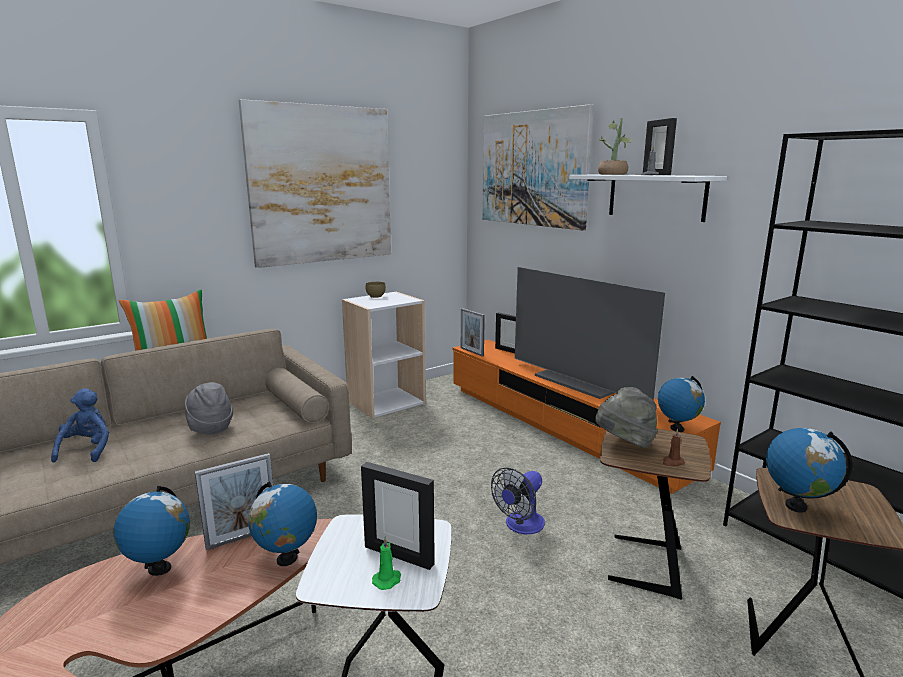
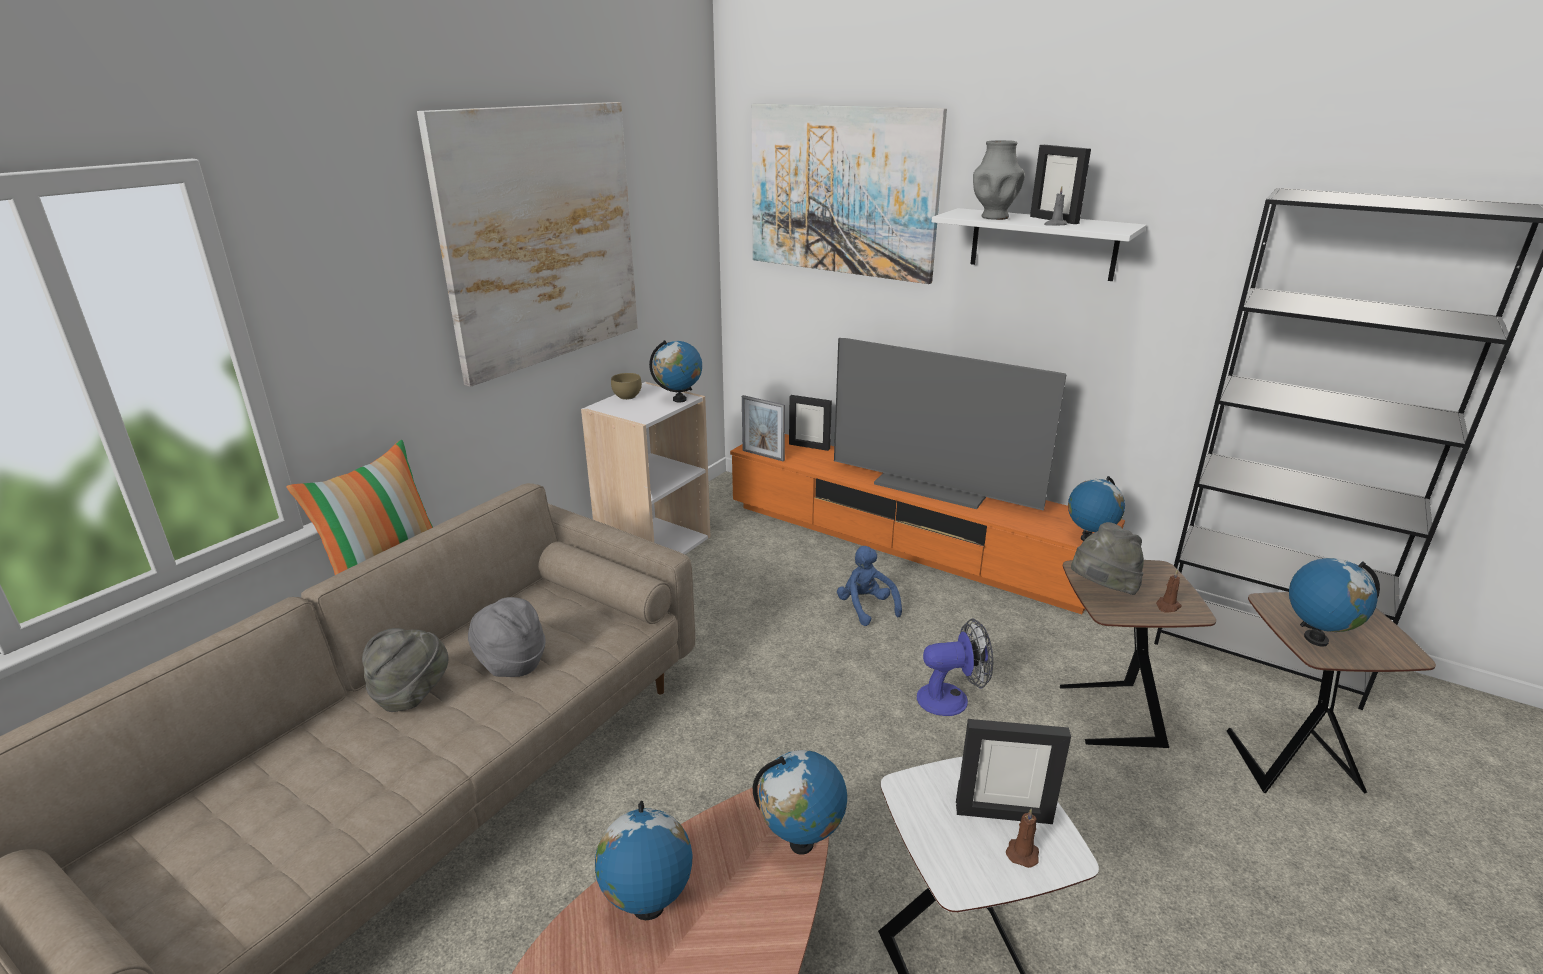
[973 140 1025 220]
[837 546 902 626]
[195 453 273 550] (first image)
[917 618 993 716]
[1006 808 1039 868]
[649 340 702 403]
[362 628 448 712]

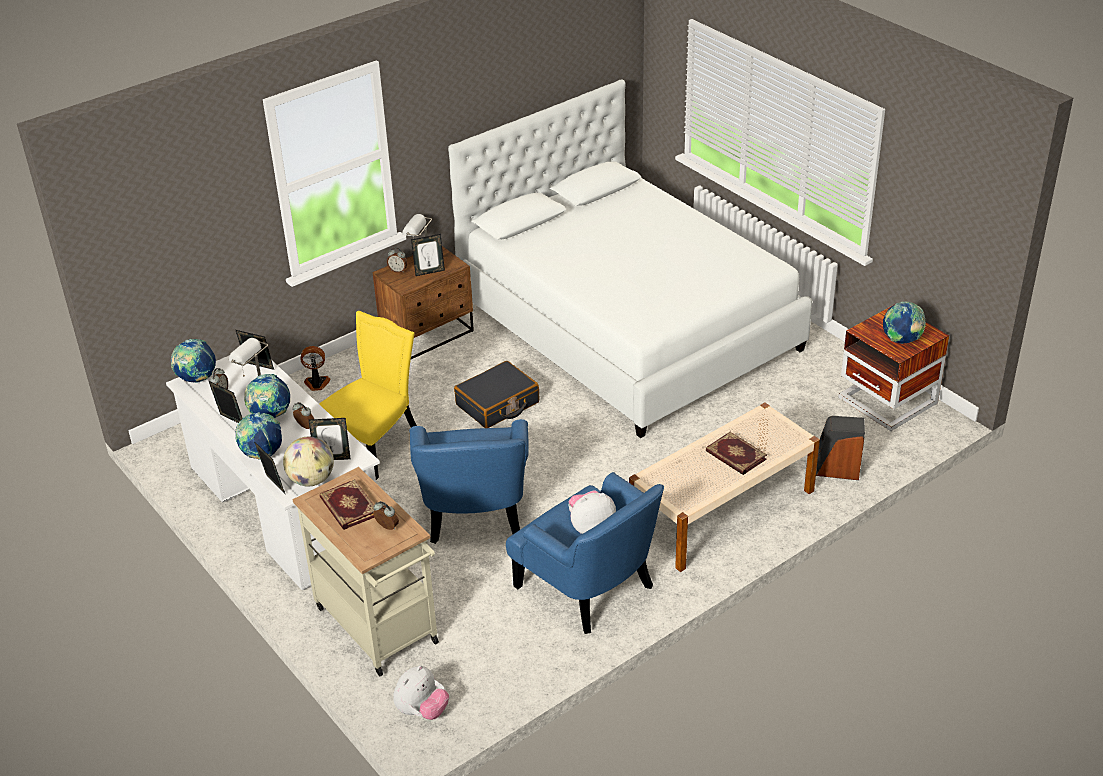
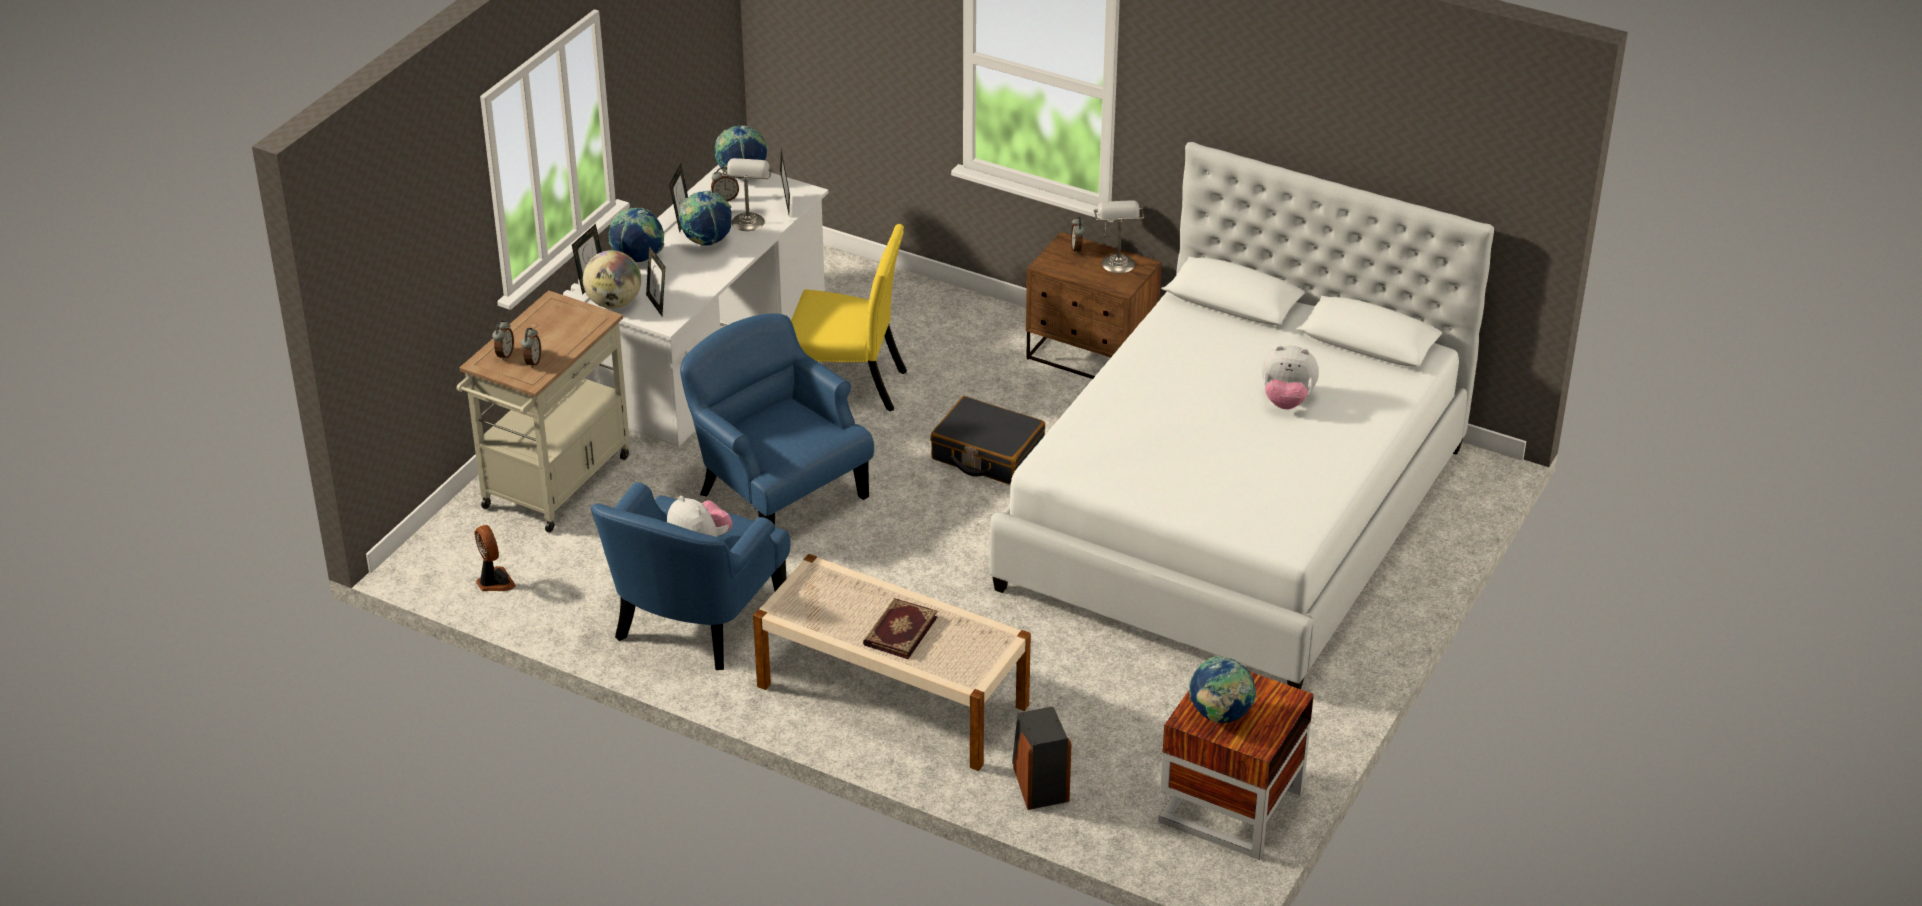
[411 234 445 276] (first image)
[475 525 516 591]
[492 320 514 361]
[680 314 874 525]
[320 479 375 530] (first image)
[1262 346 1319 409]

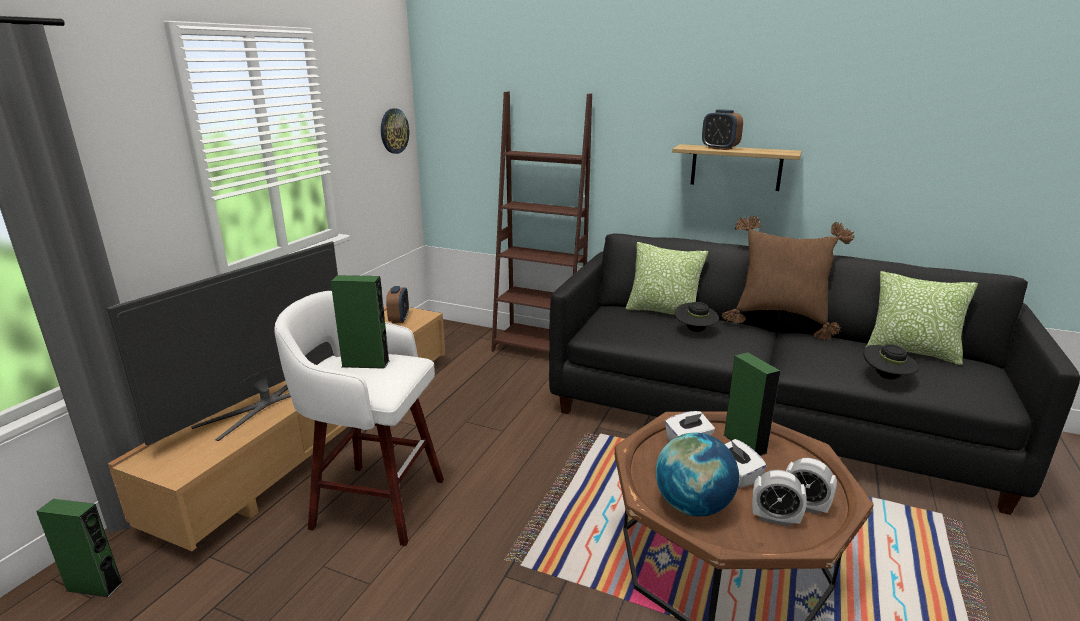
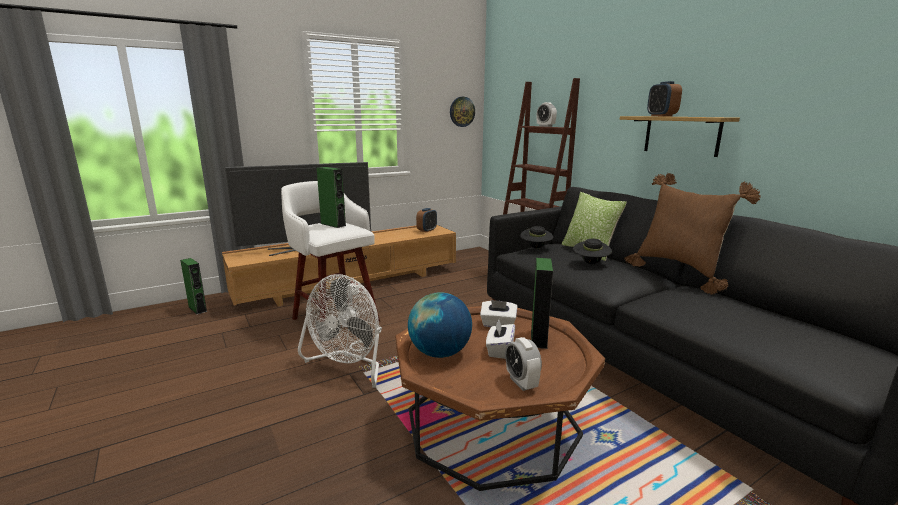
[866 271 978 365] (first image)
[520 226 553 248]
[537 102 557 127]
[298 274 382 388]

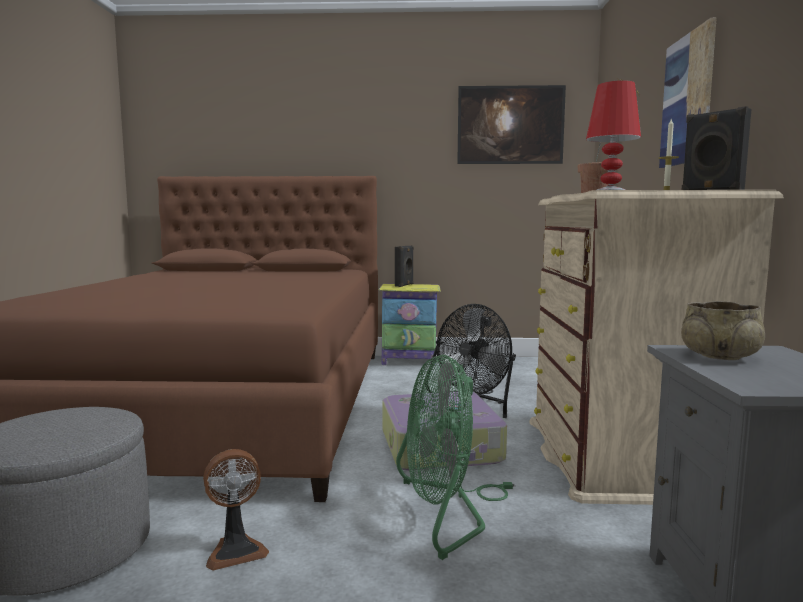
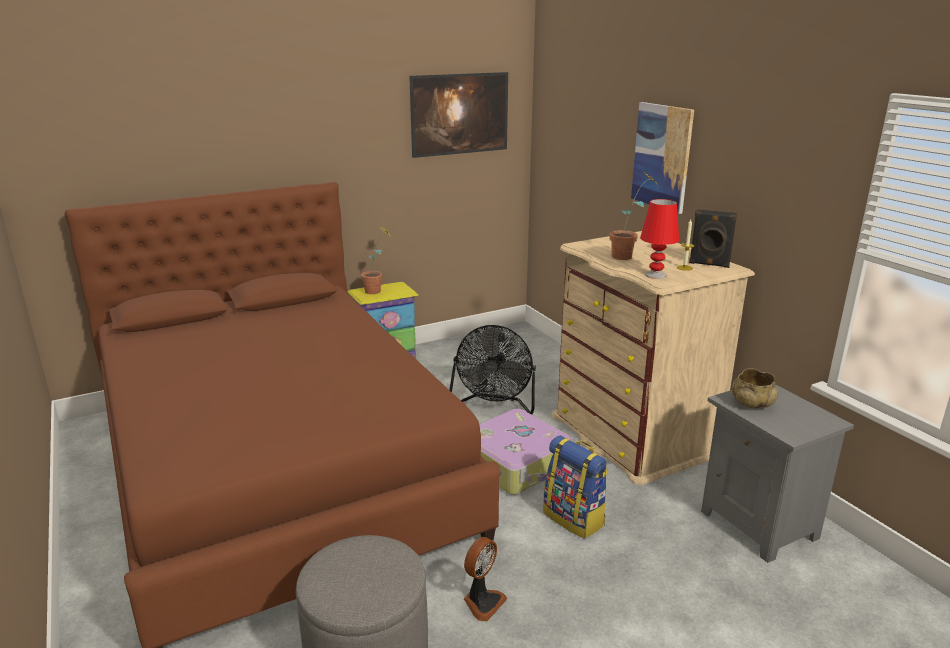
[361 227 392 294]
[543 436 608 539]

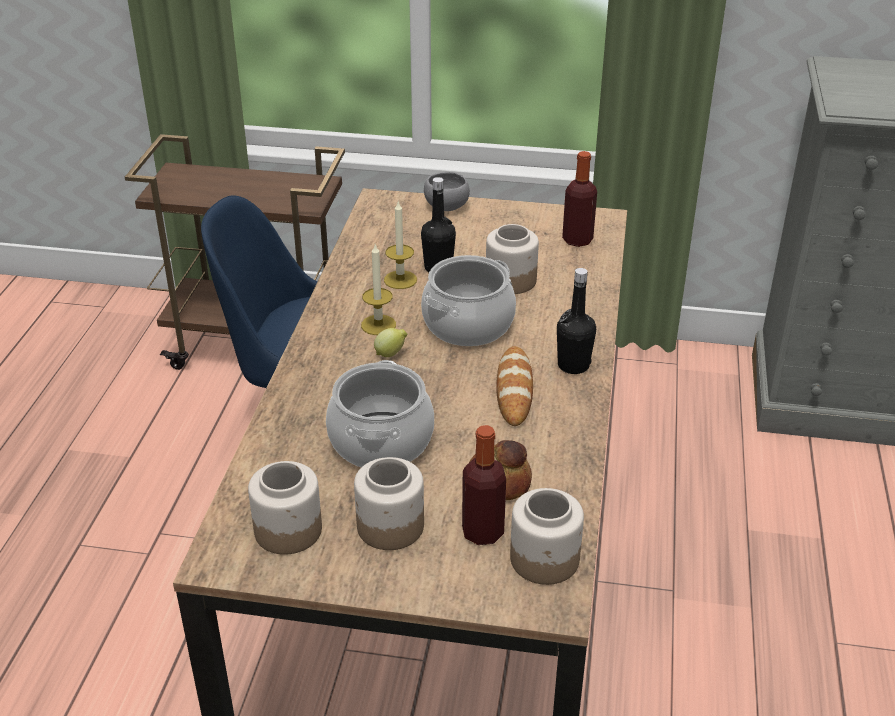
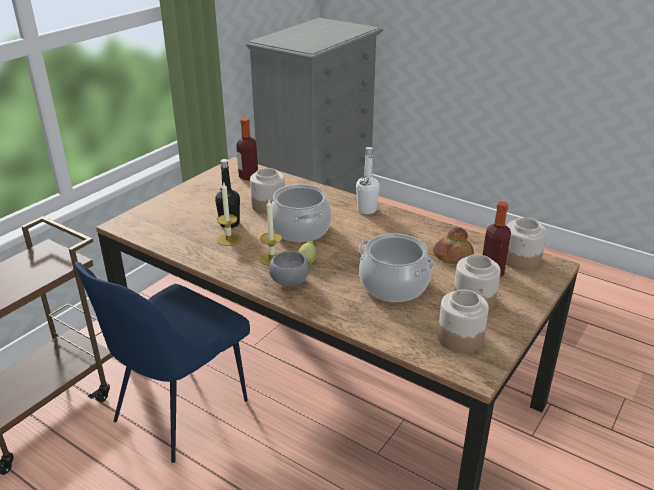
[269 251 309 286]
[356 147 380 214]
[496 346 533 426] (first image)

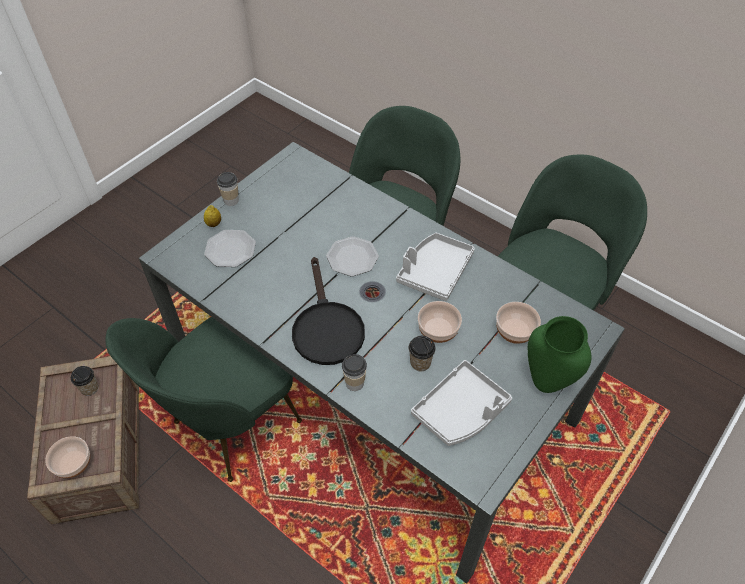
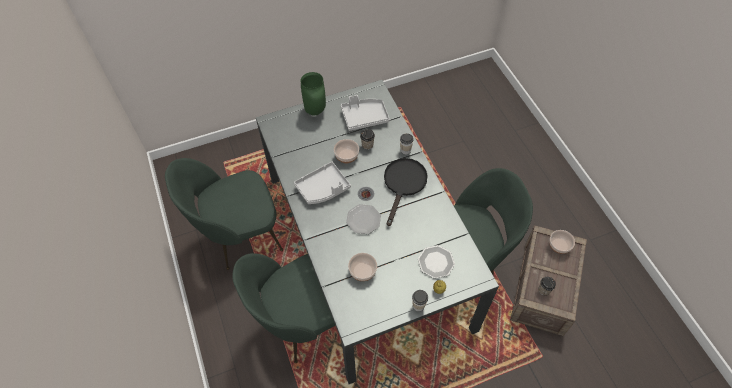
[348 253 377 281]

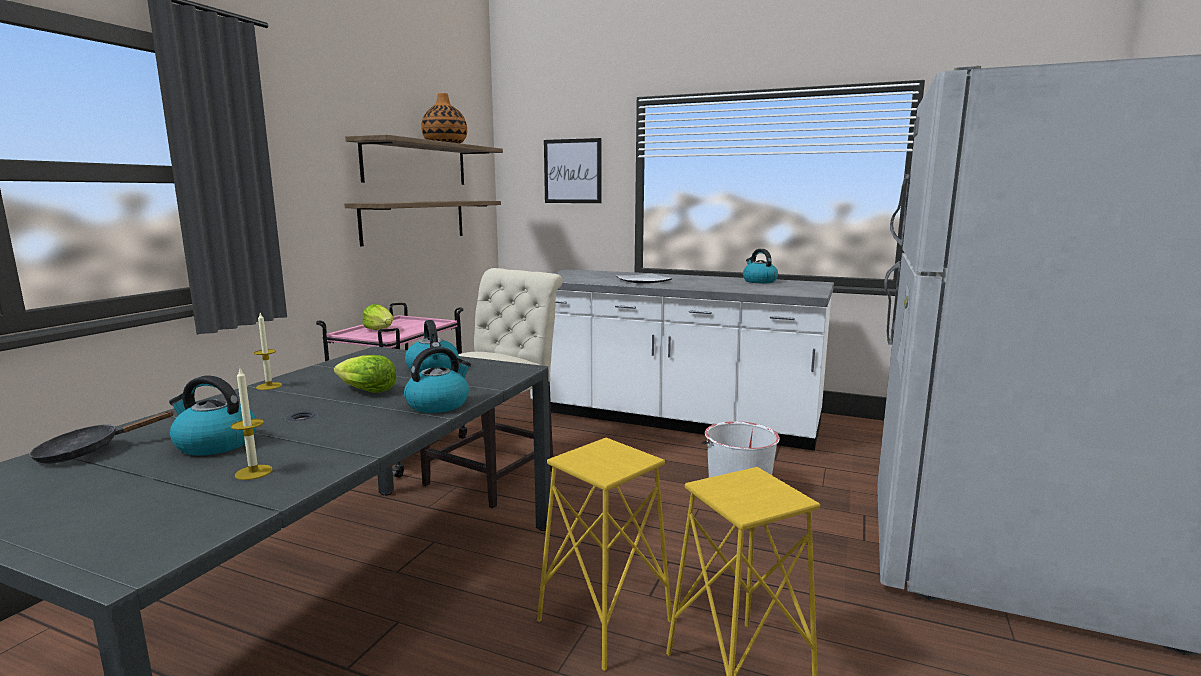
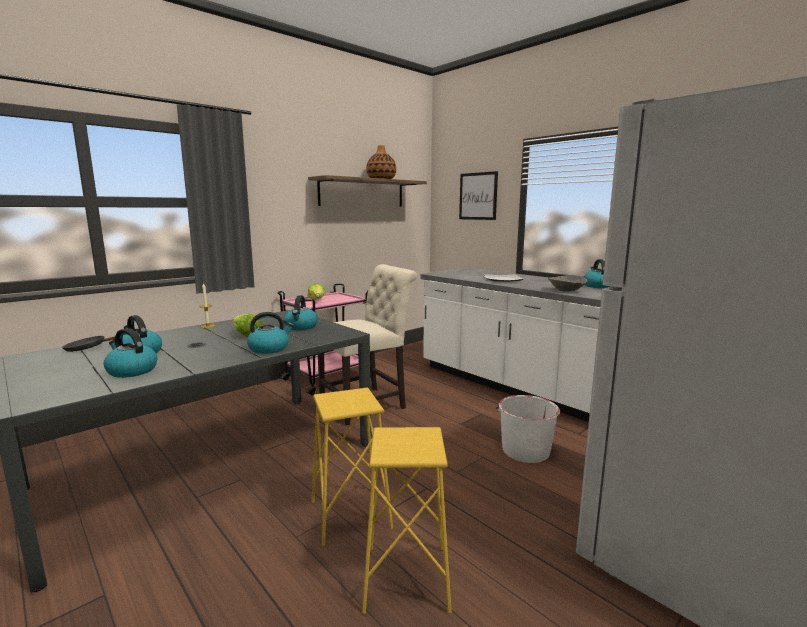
[344 201 501 247] (first image)
[103 328 157 378]
[548 275 587 292]

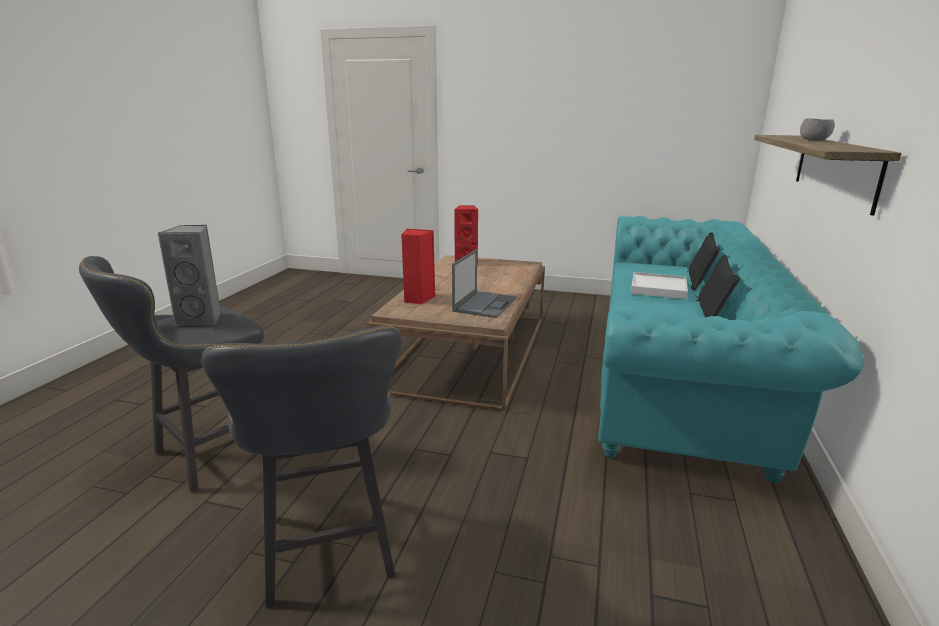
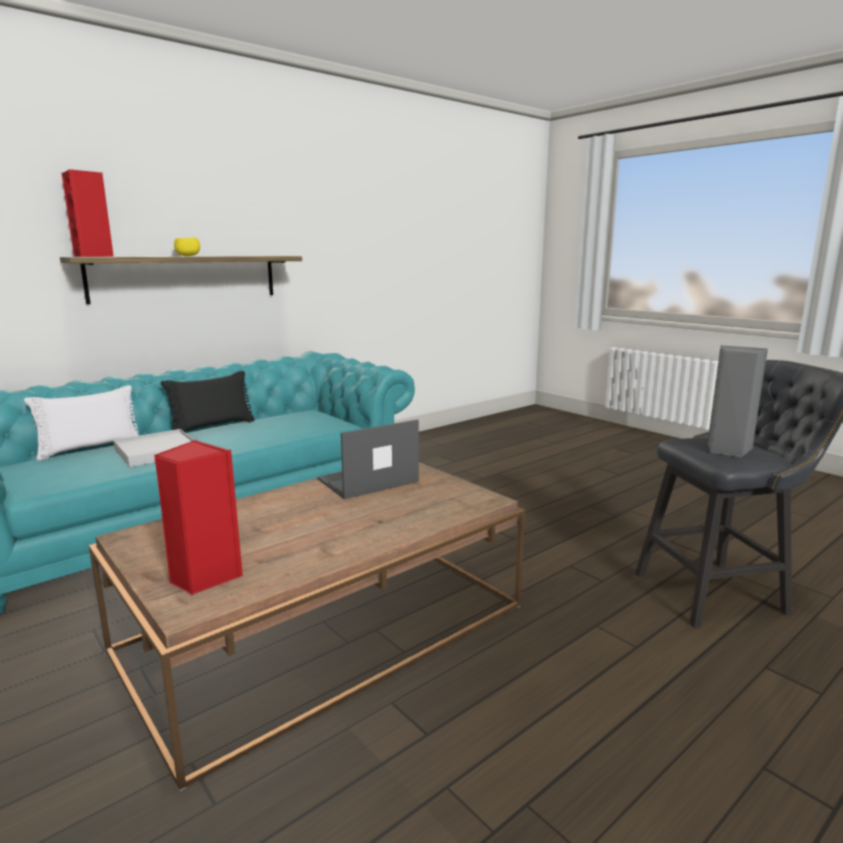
[174 237 200 256]
[61 169 114 257]
[24 385 139 461]
[201 326 402 608] (first image)

